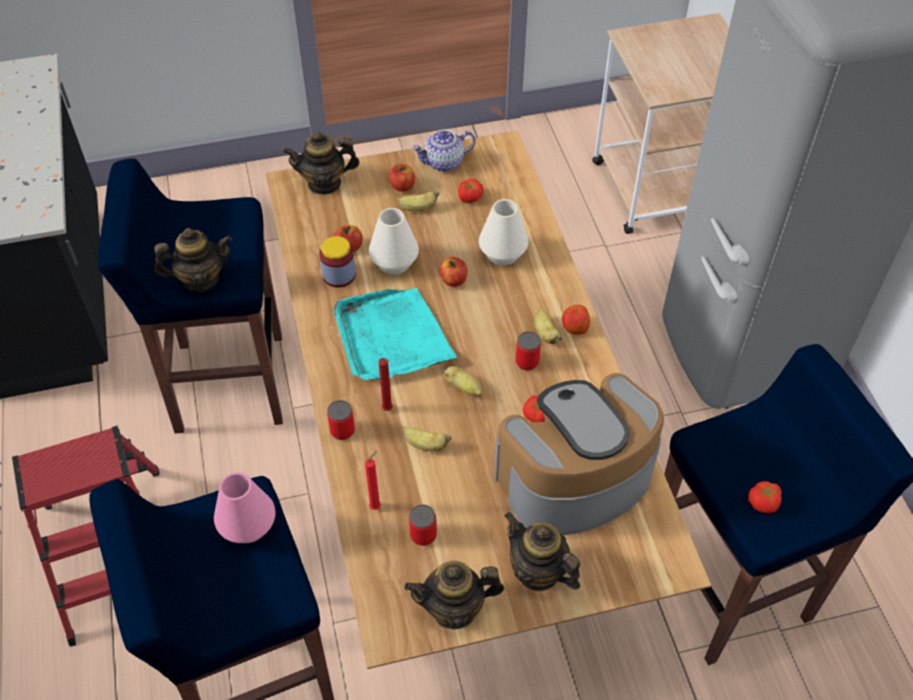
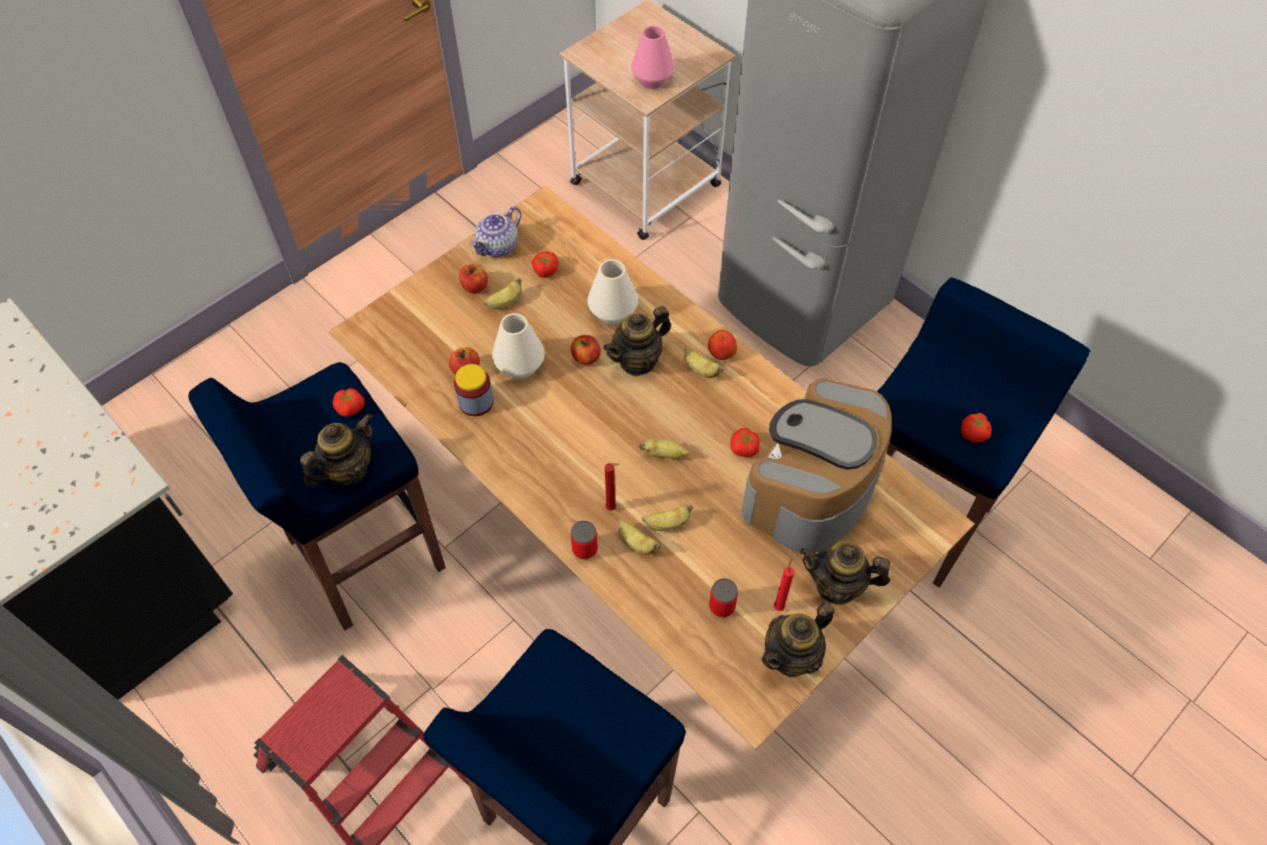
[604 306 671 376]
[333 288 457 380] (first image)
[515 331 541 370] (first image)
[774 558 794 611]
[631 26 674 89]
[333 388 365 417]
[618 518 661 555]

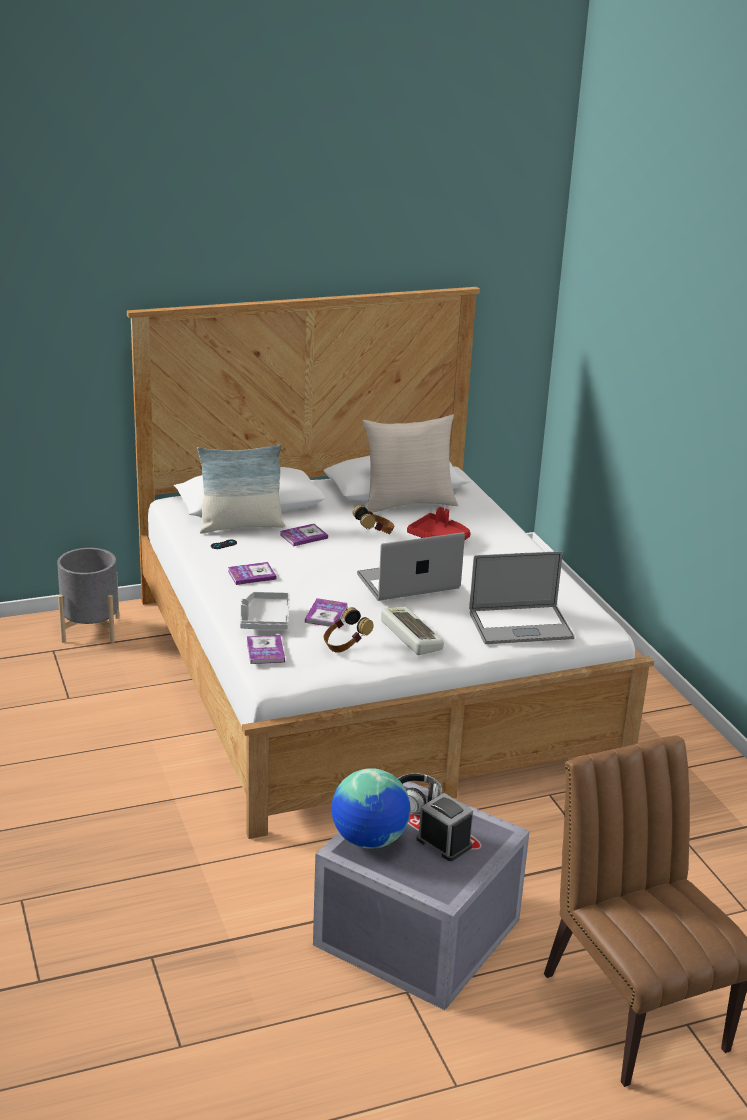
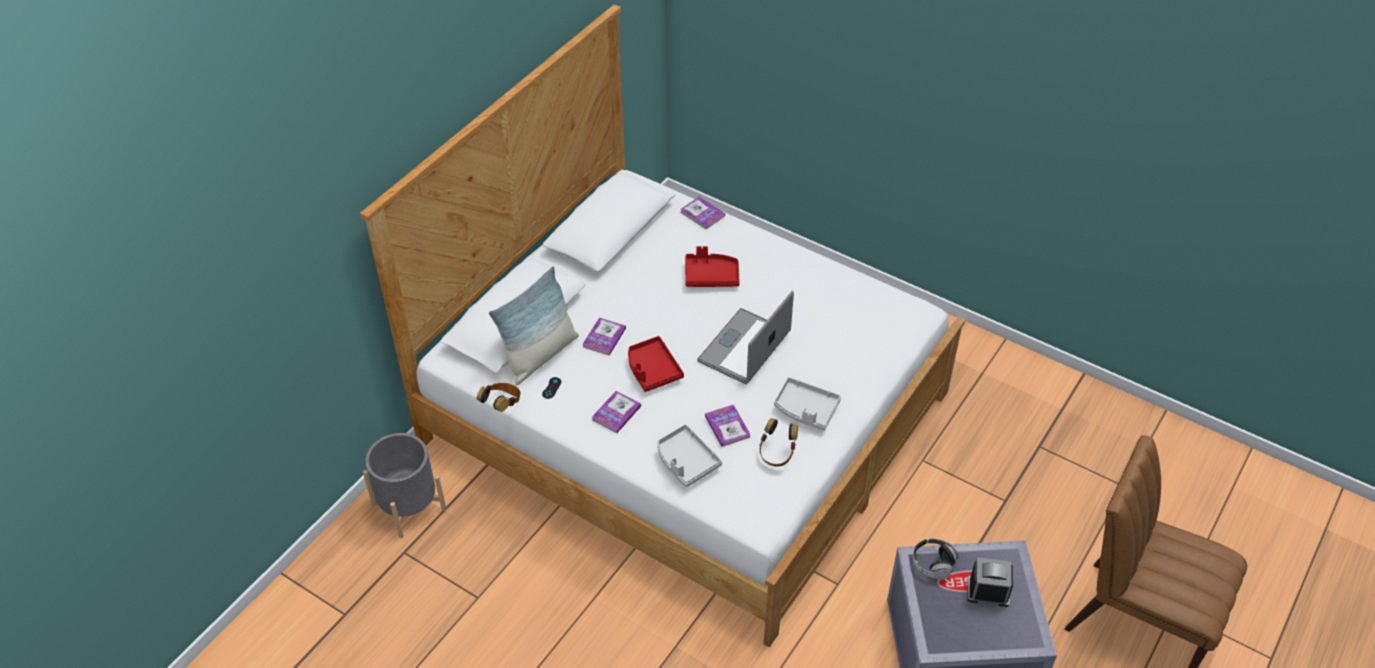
[362 414 458 513] (first image)
[477 383 521 412]
[469 551 574 644] (first image)
[774 377 841 431]
[680 197 725 229]
[331 768 411 849] (first image)
[628 336 684 392]

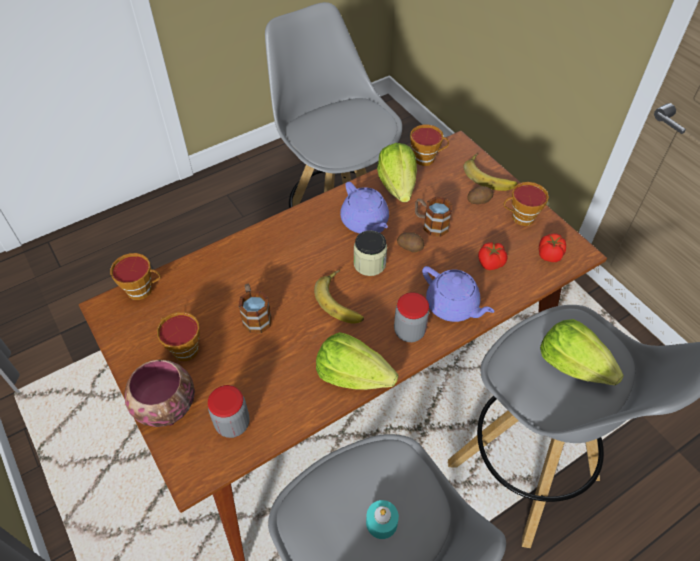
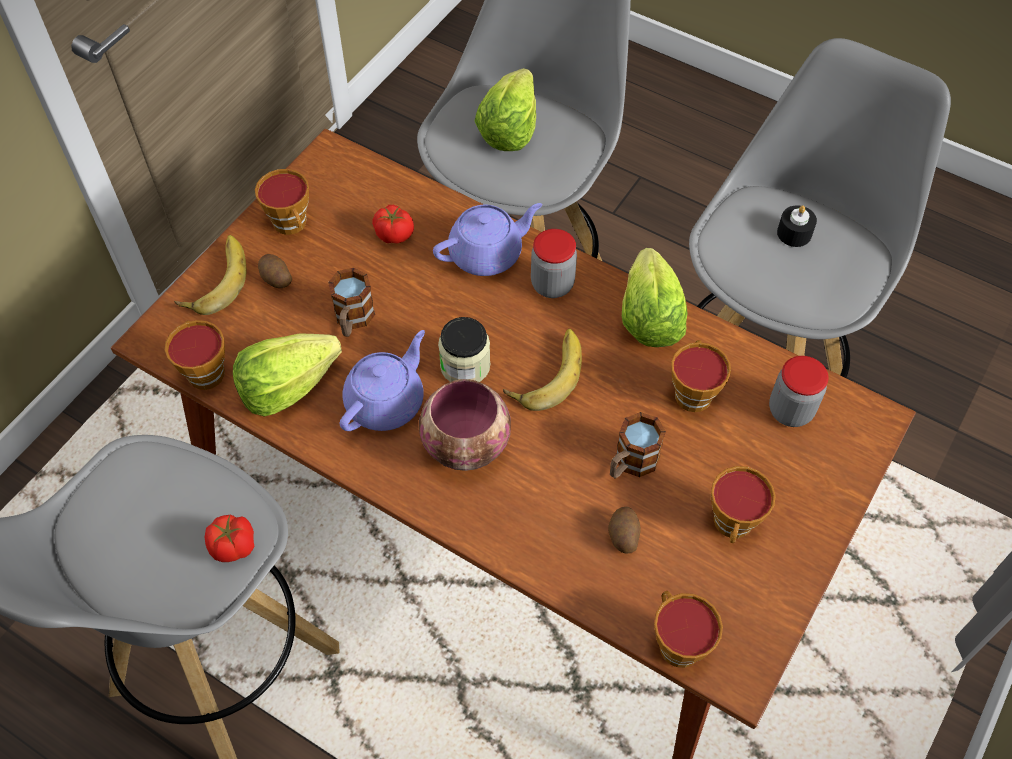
[608 507 641 554]
[204 515 254 562]
[433 203 543 276]
[419 379 511 471]
[777 205 817 247]
[671 340 731 412]

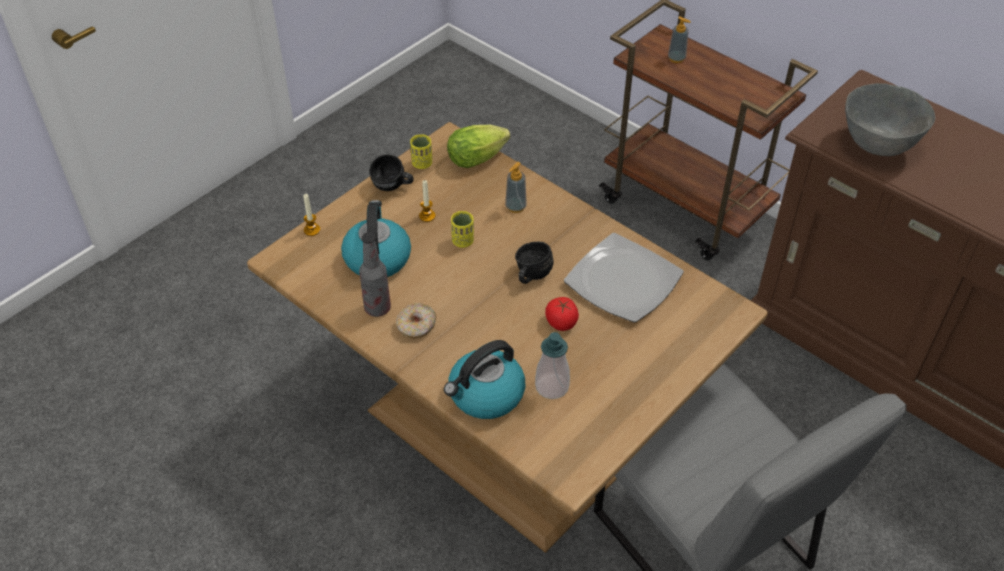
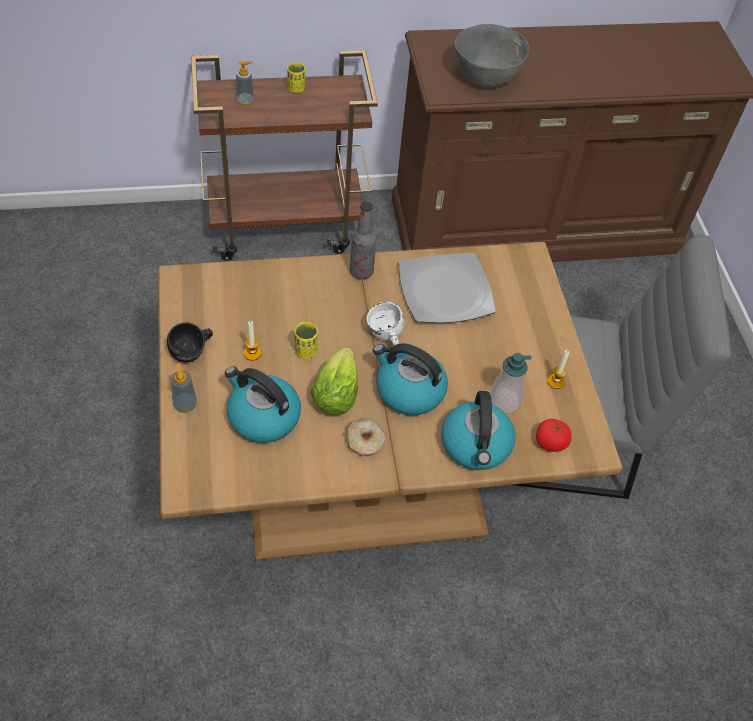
[310 347 358 415]
[287 63 305 93]
[170 364 197 413]
[547 350 569 389]
[350 201 376 280]
[366 302 404 346]
[536 419 571 452]
[373 344 448 415]

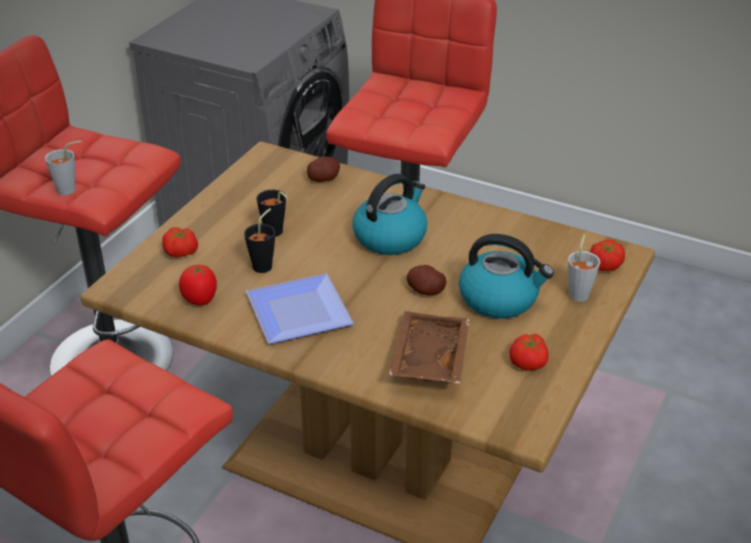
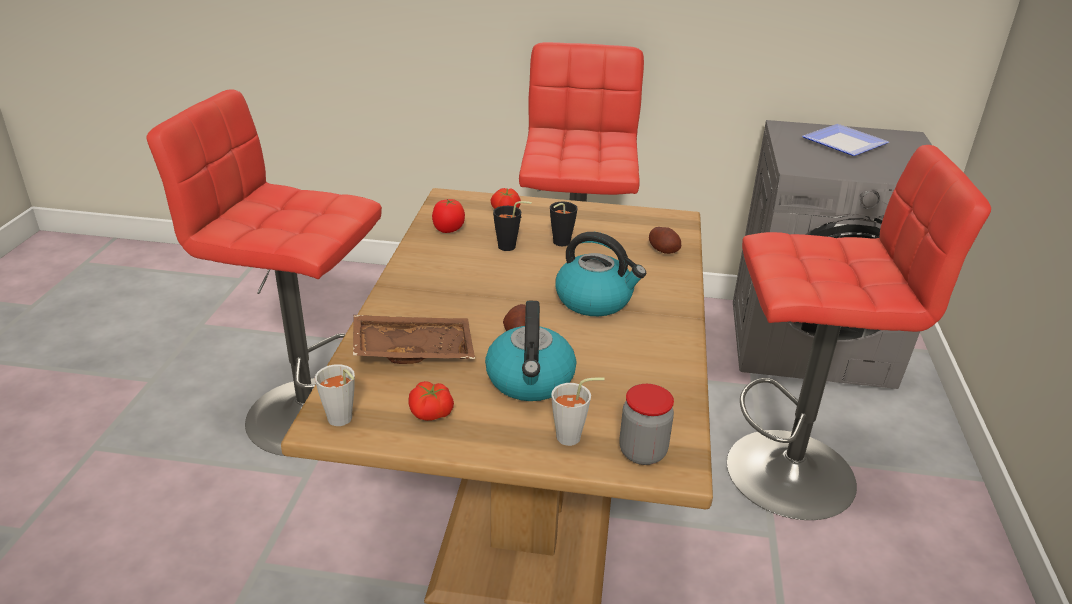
[315 364 355 426]
[620 384 674 465]
[802 124 889 156]

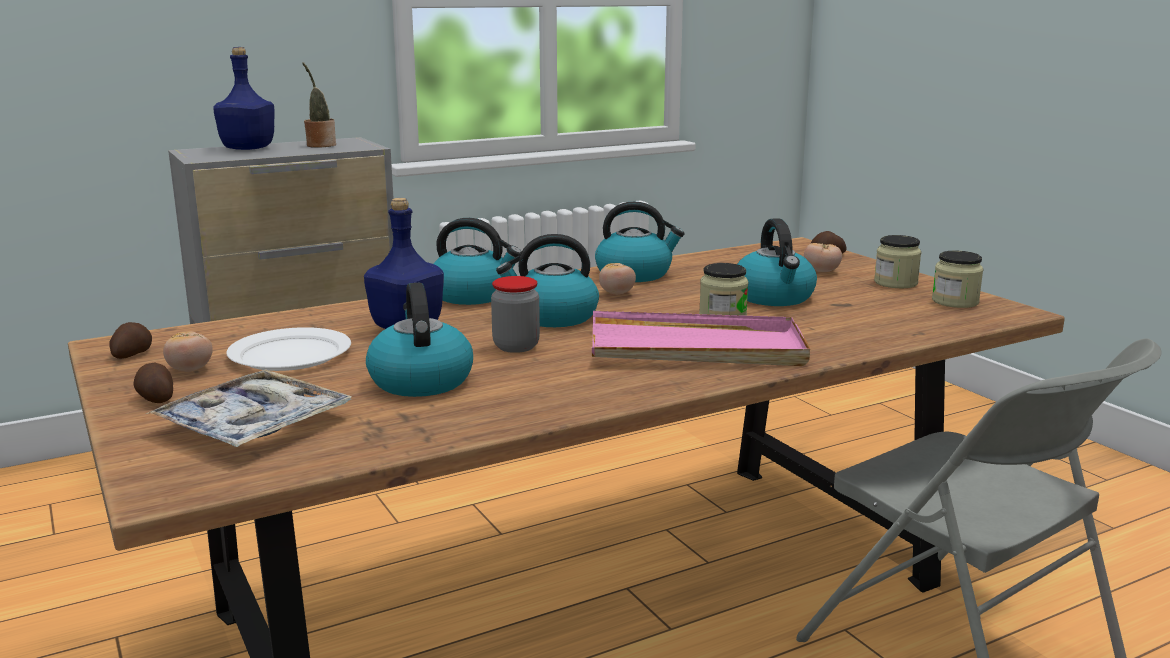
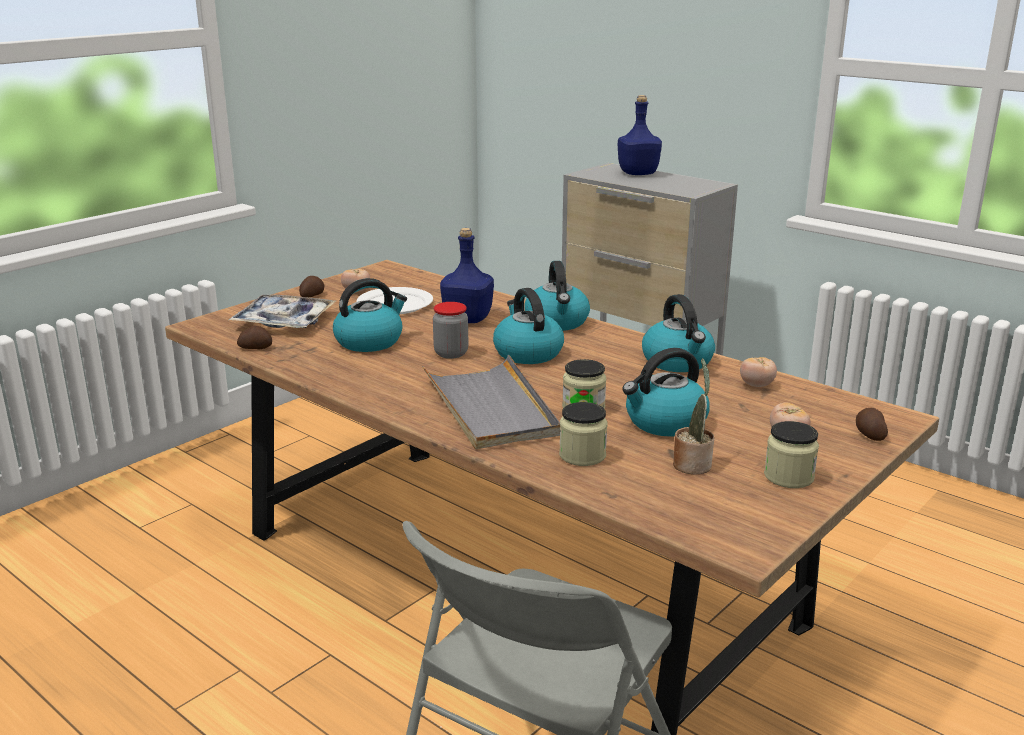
[673 358 714 475]
[559 402 607 466]
[740 357 777 387]
[422 355 560 449]
[237 326 272 349]

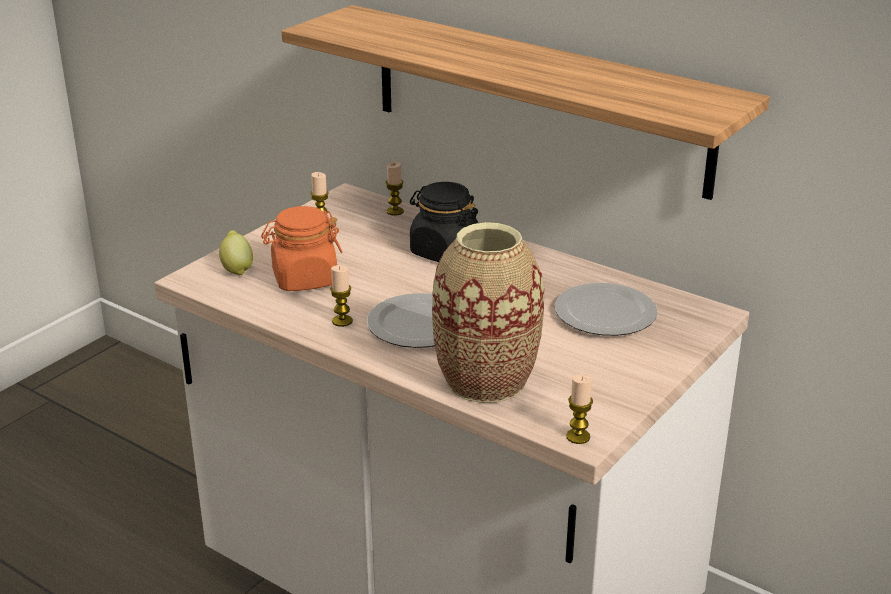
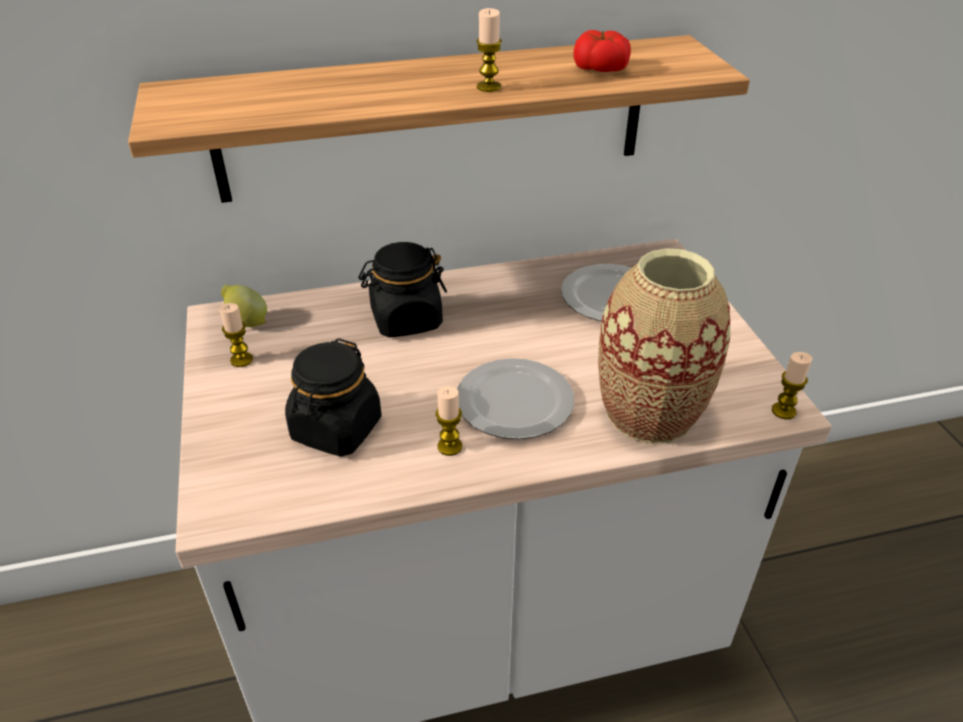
[476 8 502 92]
[285 338 382 457]
[221 285 267 327]
[574 30 631 72]

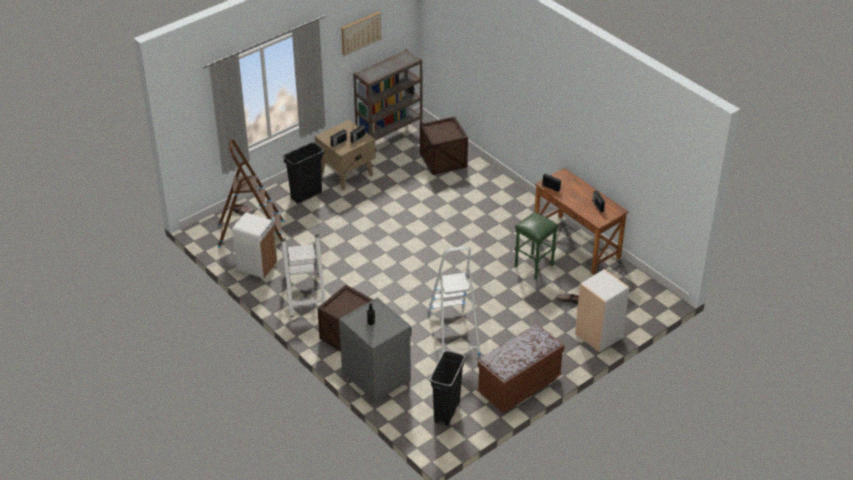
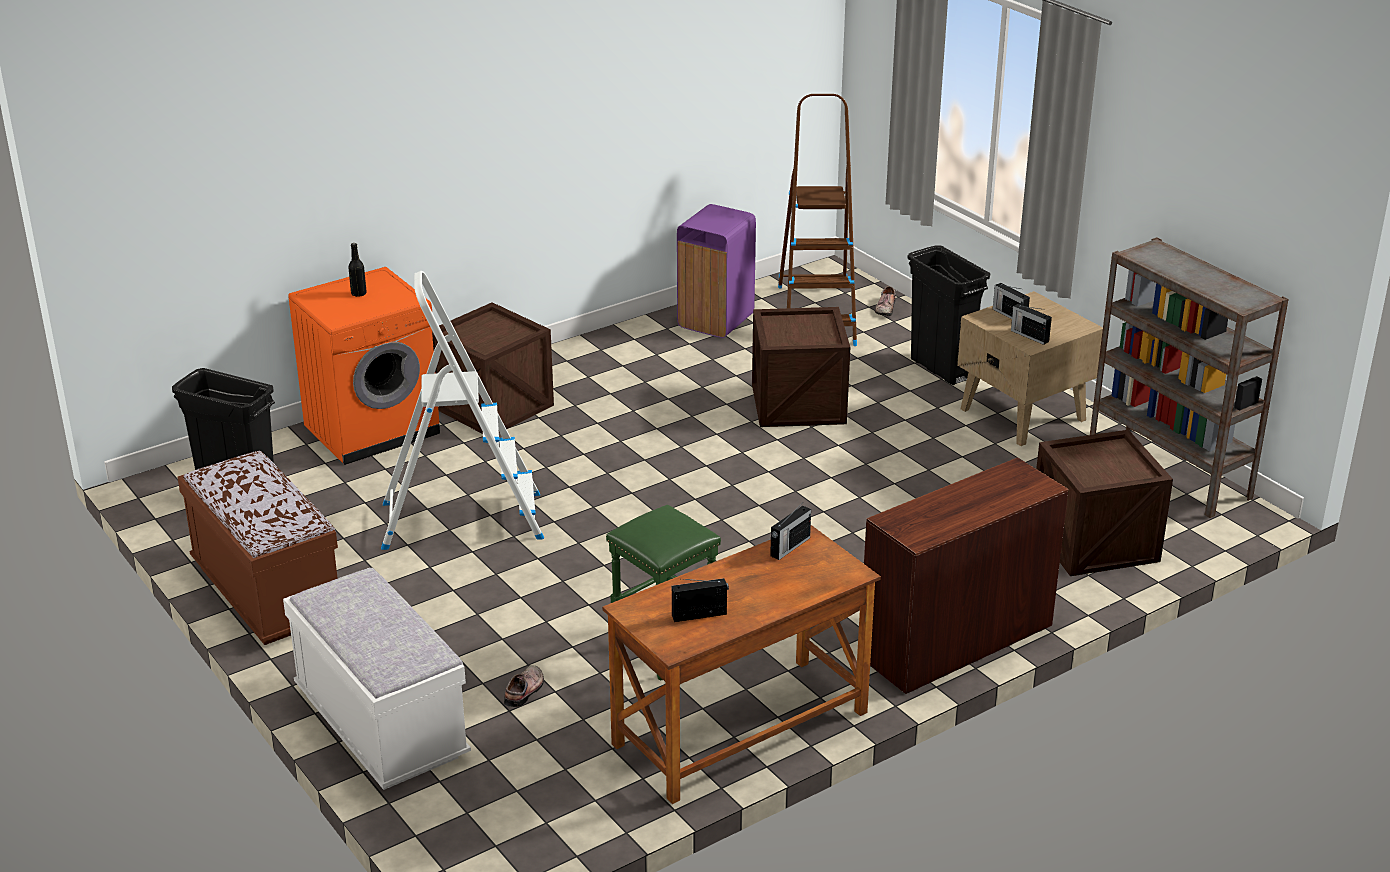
[341 12 381 56] (first image)
[677 204 756 338]
[282 234 326 317] (first image)
[283 568 471 790]
[288 267 440 465]
[752 307 850 427]
[864 457 1068 694]

